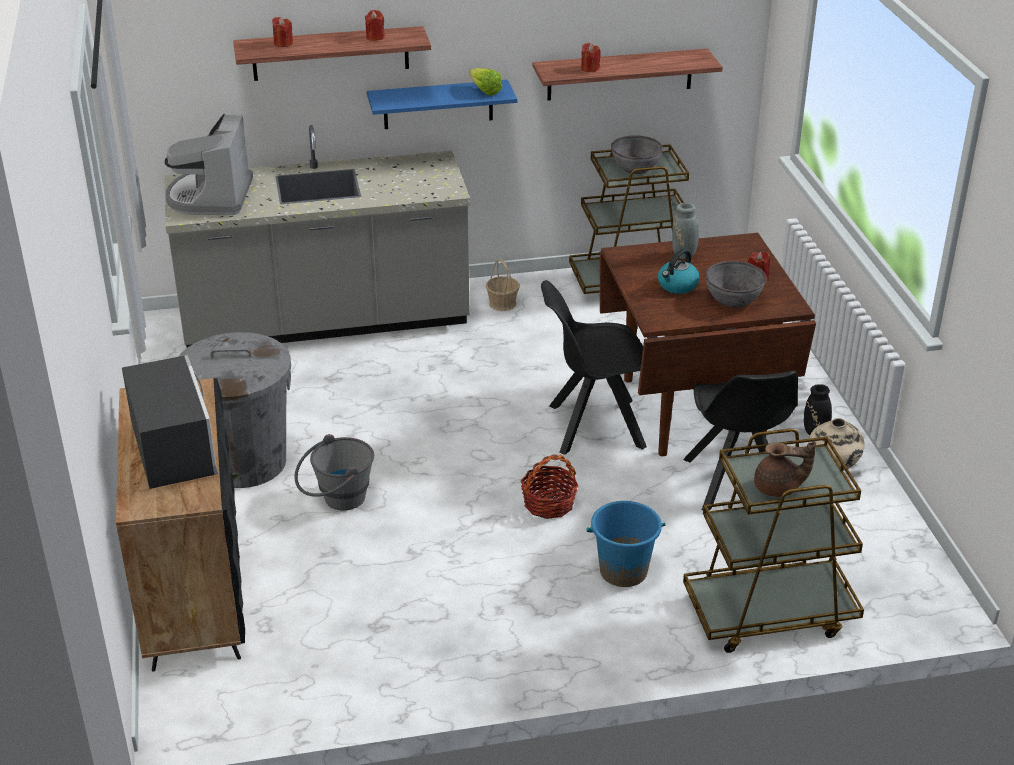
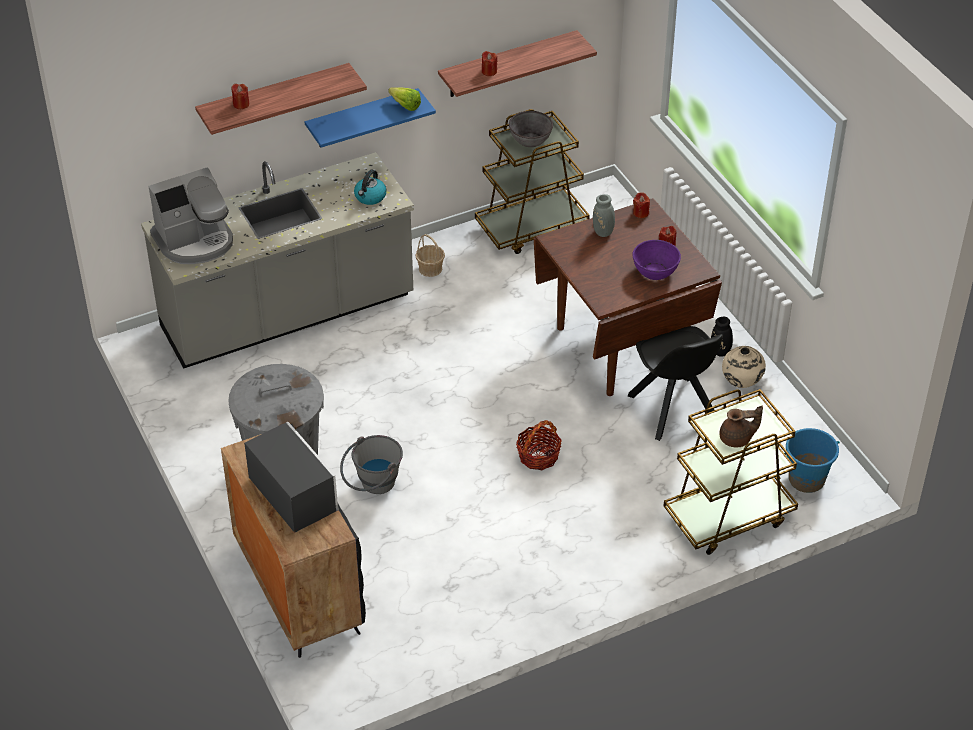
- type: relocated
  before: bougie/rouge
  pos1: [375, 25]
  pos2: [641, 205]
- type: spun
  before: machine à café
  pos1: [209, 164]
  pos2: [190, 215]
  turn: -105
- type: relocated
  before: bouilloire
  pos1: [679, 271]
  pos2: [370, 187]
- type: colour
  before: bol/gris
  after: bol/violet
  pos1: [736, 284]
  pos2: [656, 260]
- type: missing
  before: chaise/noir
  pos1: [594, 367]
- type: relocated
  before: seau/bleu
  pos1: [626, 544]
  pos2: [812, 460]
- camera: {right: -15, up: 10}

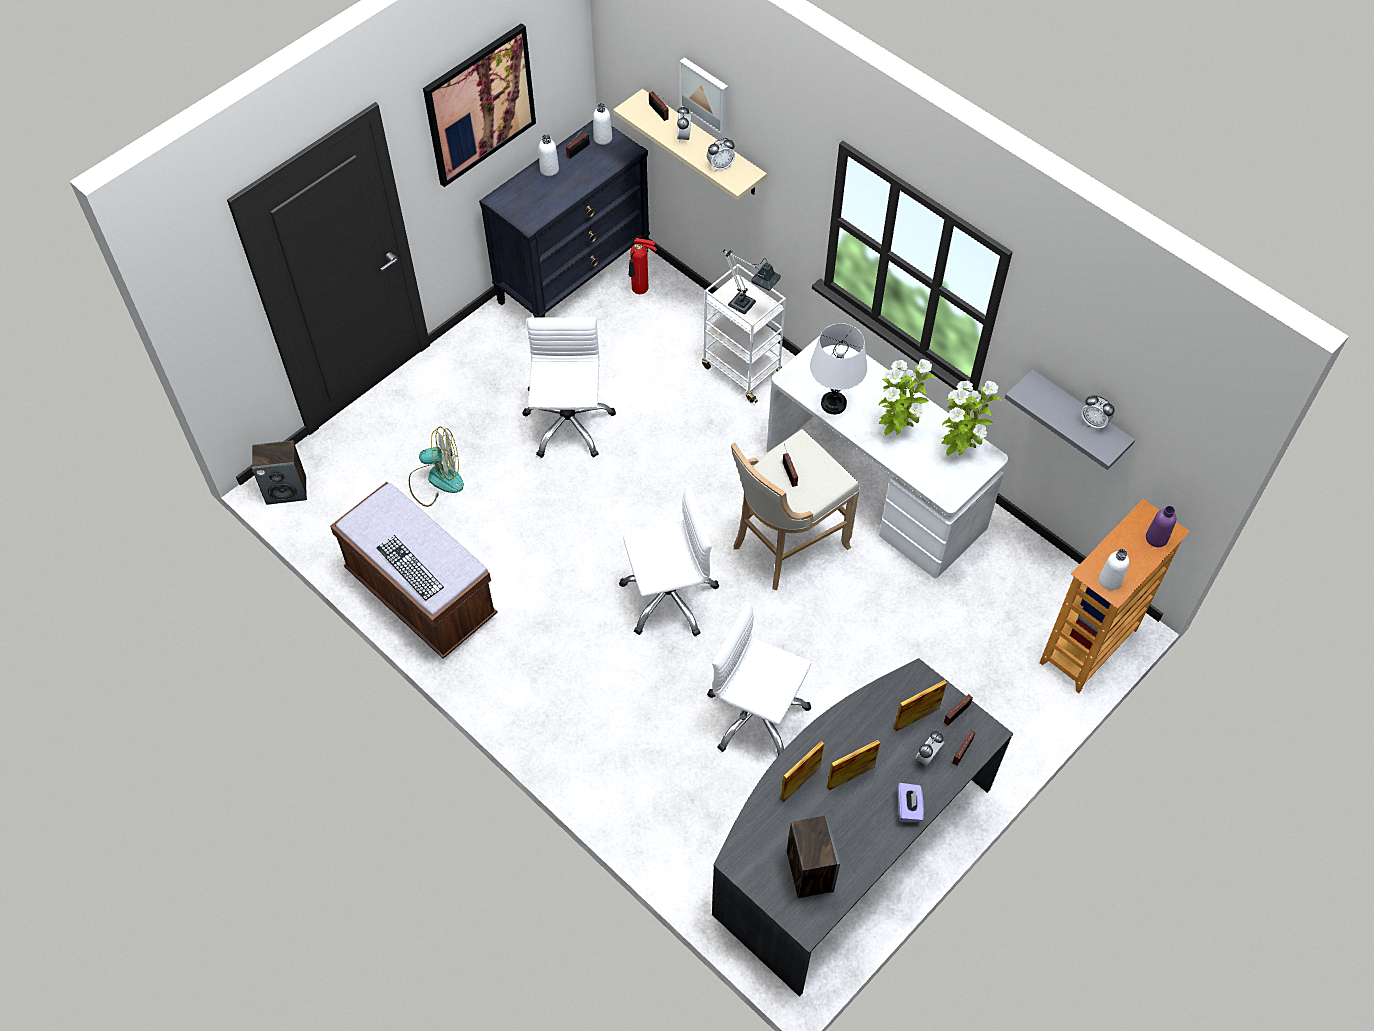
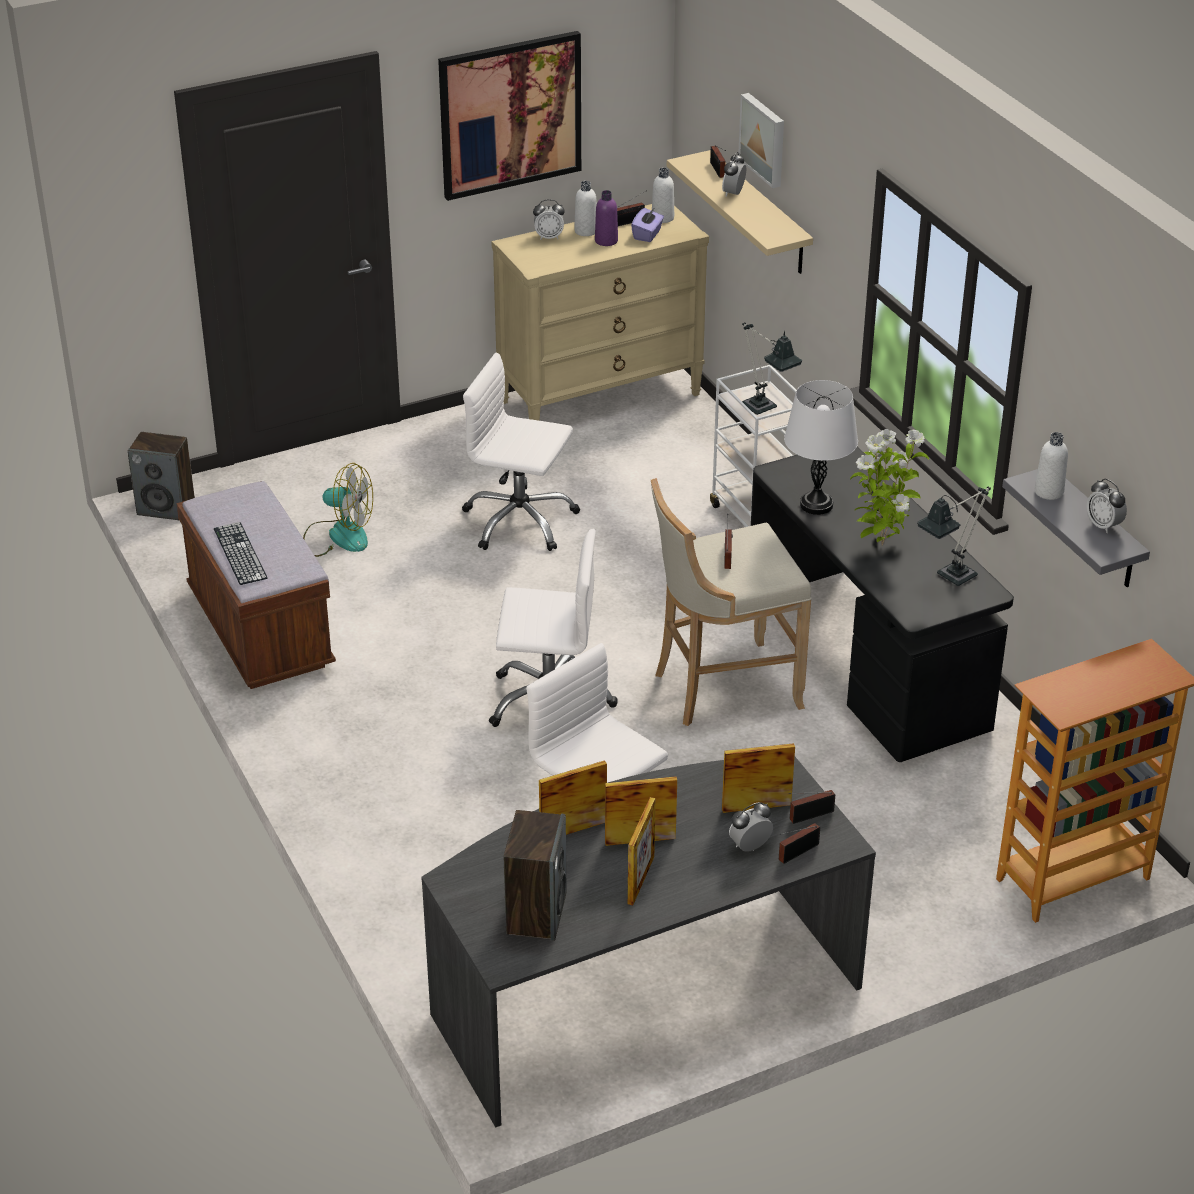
- type: colour
  before: commode/noir
  after: commode/beige
  pos1: [564, 218]
  pos2: [600, 312]
- type: relocated
  before: réveil
  pos1: [721, 155]
  pos2: [549, 219]
- type: missing
  before: extincteur
  pos1: [642, 266]
- type: spun
  before: chaise de bureau/blanc
  pos1: [569, 387]
  pos2: [521, 452]
  turn: -90
- type: colour
  before: bureau/blanc
  after: bureau/noir
  pos1: [887, 457]
  pos2: [882, 604]
- type: exchanged
  before: plante en pot
  after: lampe de table
  pos1: [971, 418]
  pos2: [954, 536]
- type: relocated
  before: bouteille/violet
  pos1: [1161, 526]
  pos2: [606, 218]
- type: relocated
  before: bouteille/blanc
  pos1: [1114, 569]
  pos2: [1051, 466]
- type: relocated
  before: boîte à mouchoirs/violet
  pos1: [911, 802]
  pos2: [647, 224]
- type: appeared
  after: cadre photo
  pos2: [641, 851]
- camera: {right: 20, up: -20}

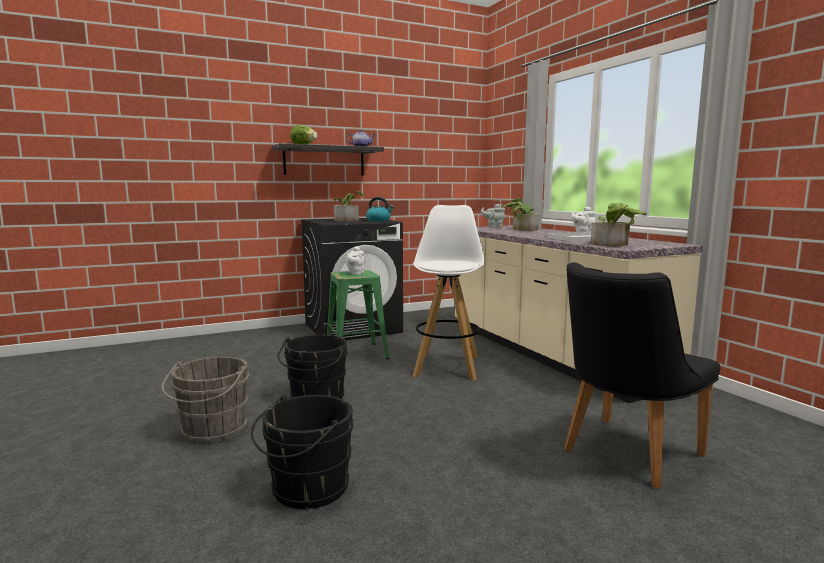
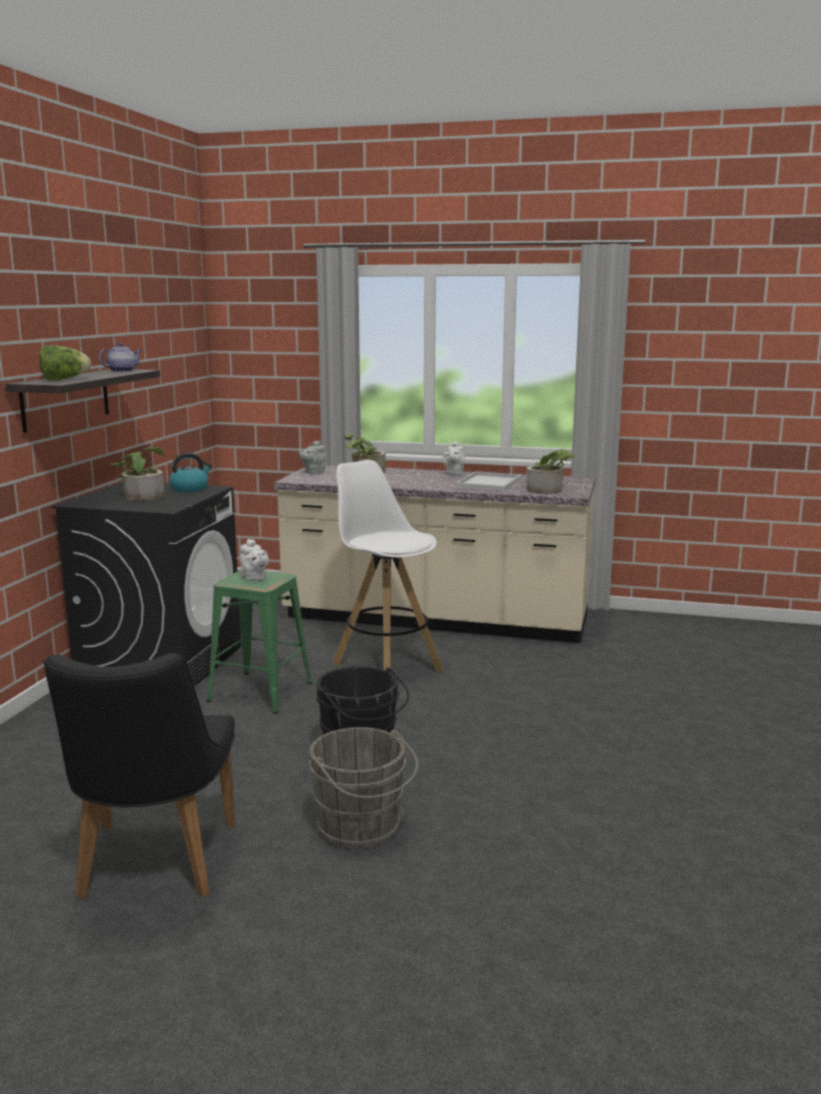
- type: relocated
  before: chaise/noir
  pos1: [642, 375]
  pos2: [139, 776]
- type: missing
  before: seau/noir
  pos1: [302, 452]
- camera: {right: -50, up: 5}

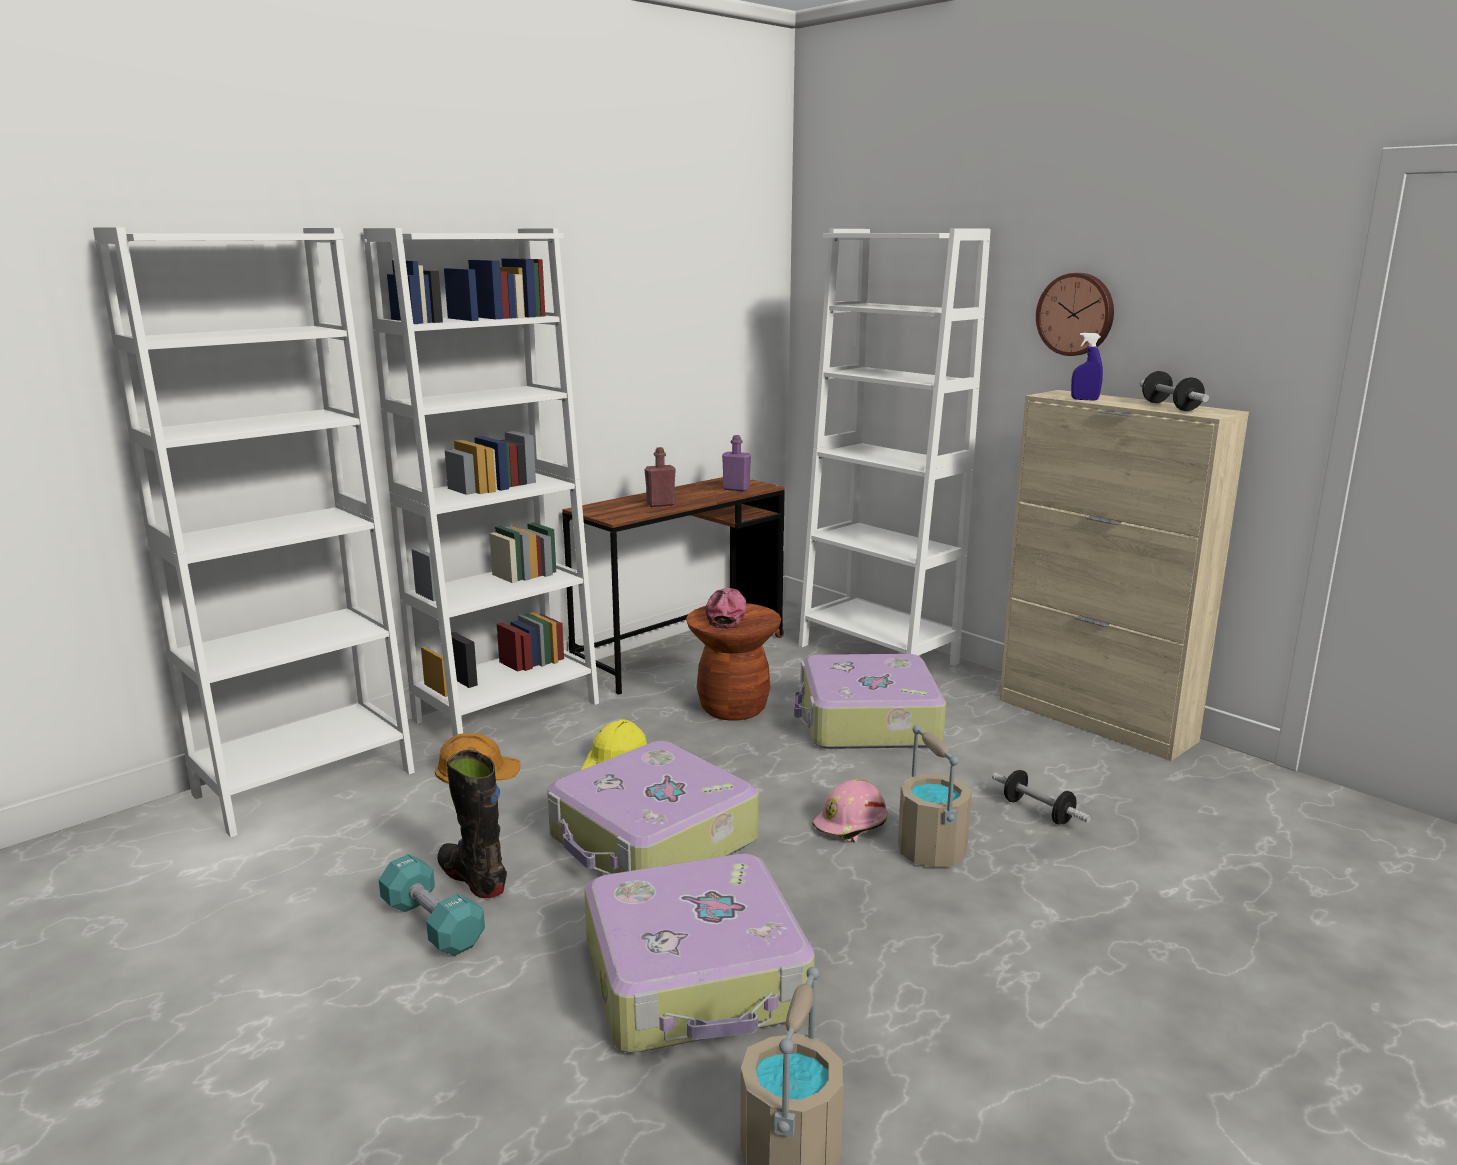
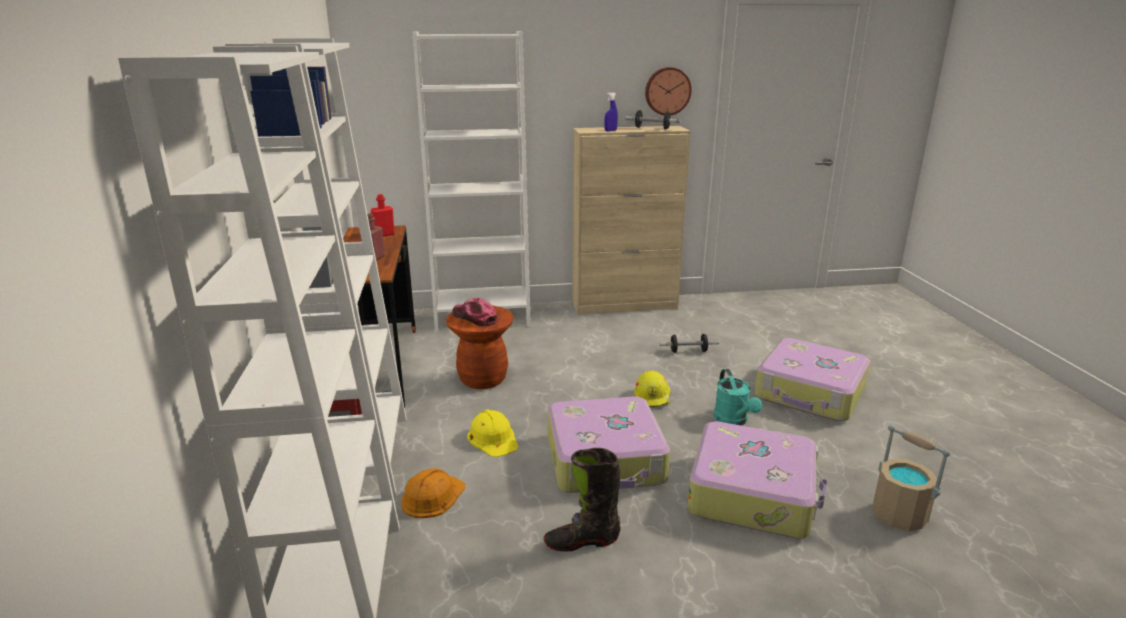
- type: relocated
  before: horloge murale
  pos1: [1075, 314]
  pos2: [668, 91]
- type: colour
  before: bouteille/violet
  after: bouteille/rouge
  pos1: [736, 463]
  pos2: [382, 215]
- type: relocated
  before: valise
  pos1: [870, 701]
  pos2: [812, 379]
- type: missing
  before: seau/beige
  pos1: [935, 796]
- type: colour
  before: casque de chantier/rose
  after: casque de chantier/jaune
  pos1: [850, 811]
  pos2: [652, 389]
- type: missing
  before: haltère/turquoise
  pos1: [432, 905]
- type: appeared
  after: arrosoir/turquoise
  pos2: [738, 397]
- camera: {right: -55, up: 5}

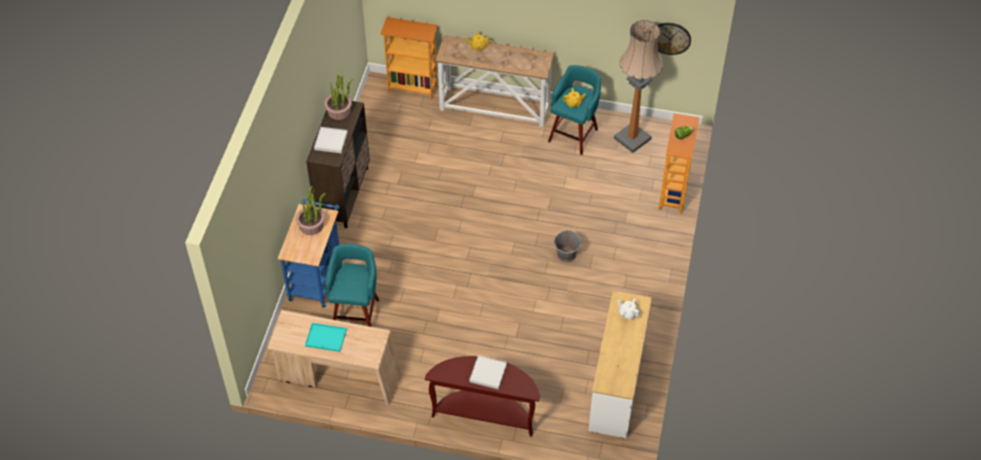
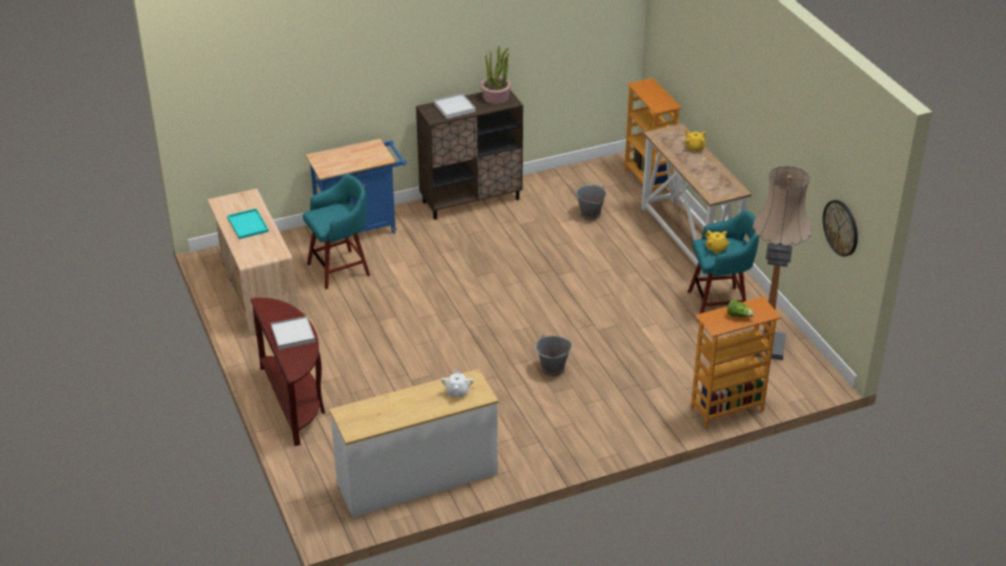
- type: missing
  before: plante en pot
  pos1: [311, 210]
- type: appeared
  after: seau/gris
  pos2: [590, 202]
- camera: {right: 55, up: -15}

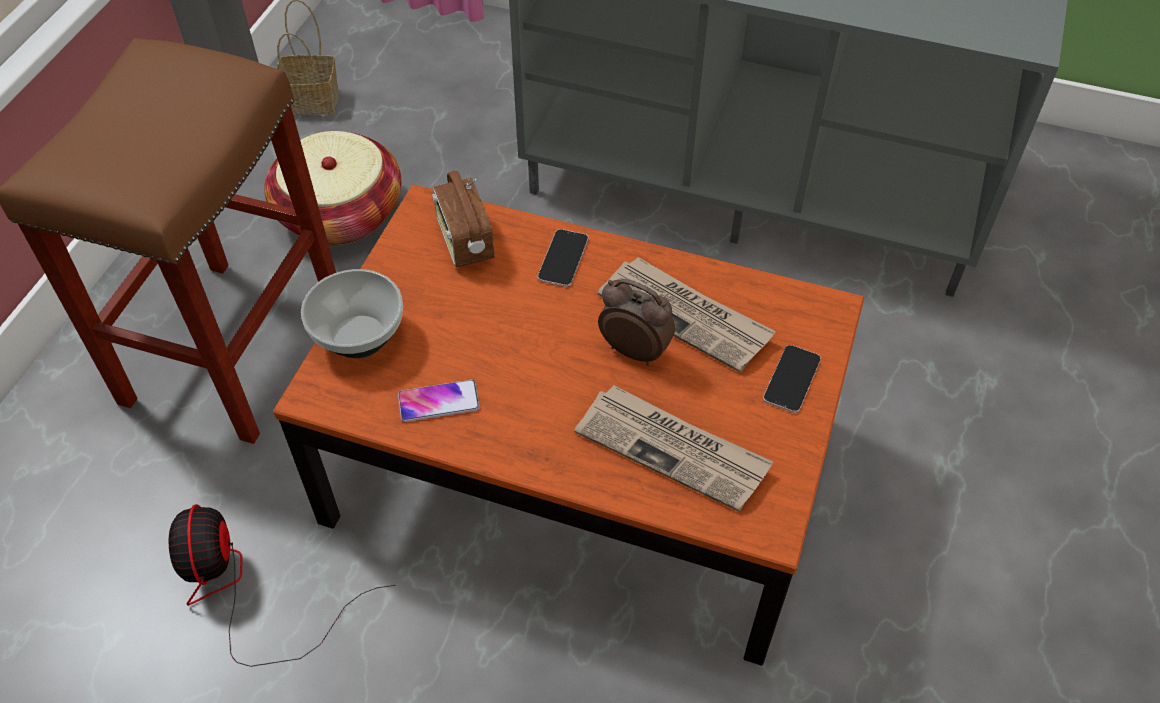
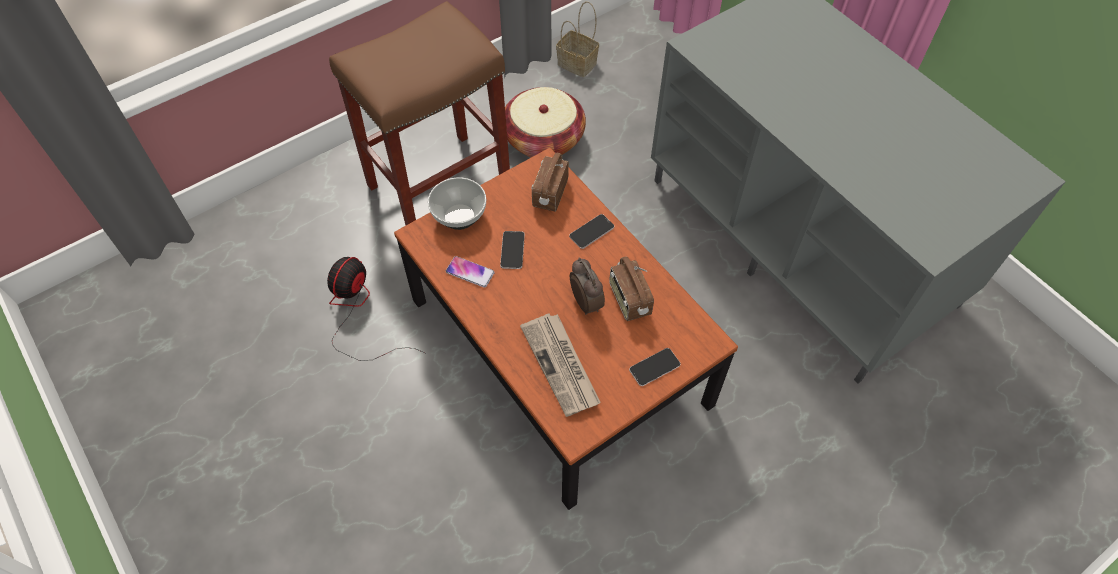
- type: exchanged
  before: journal
  after: radio
  pos1: [687, 314]
  pos2: [631, 289]
- type: appeared
  after: téléphone
  pos2: [512, 250]
- camera: {right: 35, up: 5}

